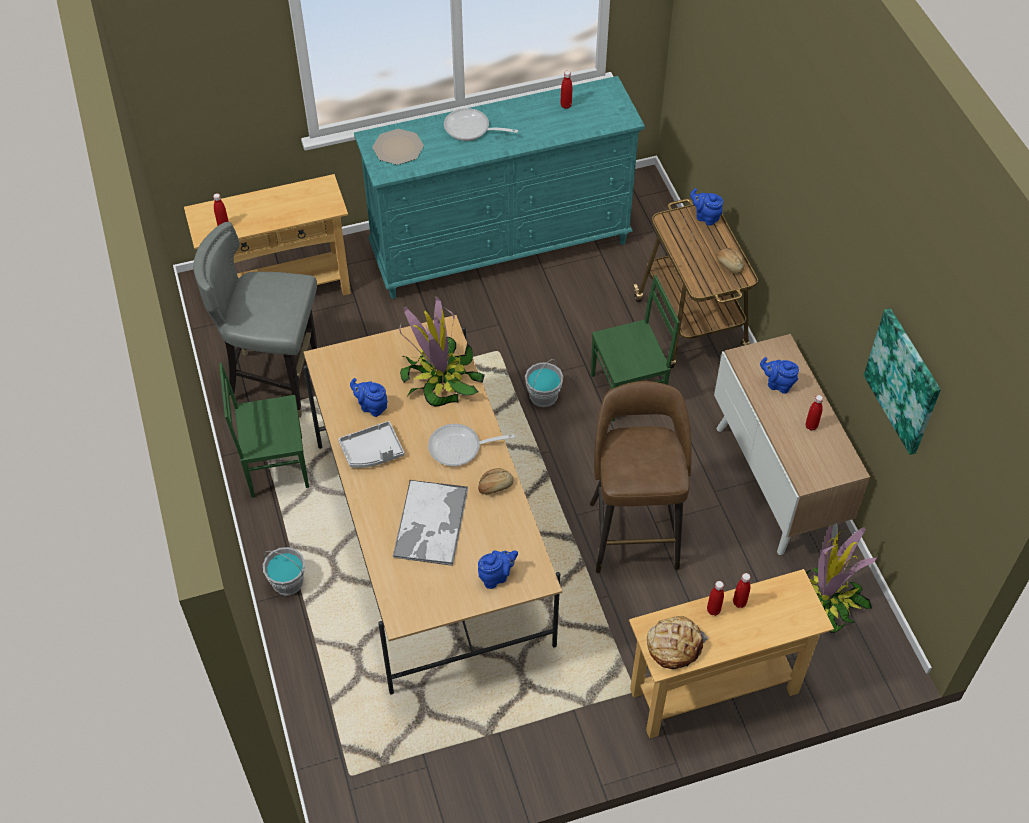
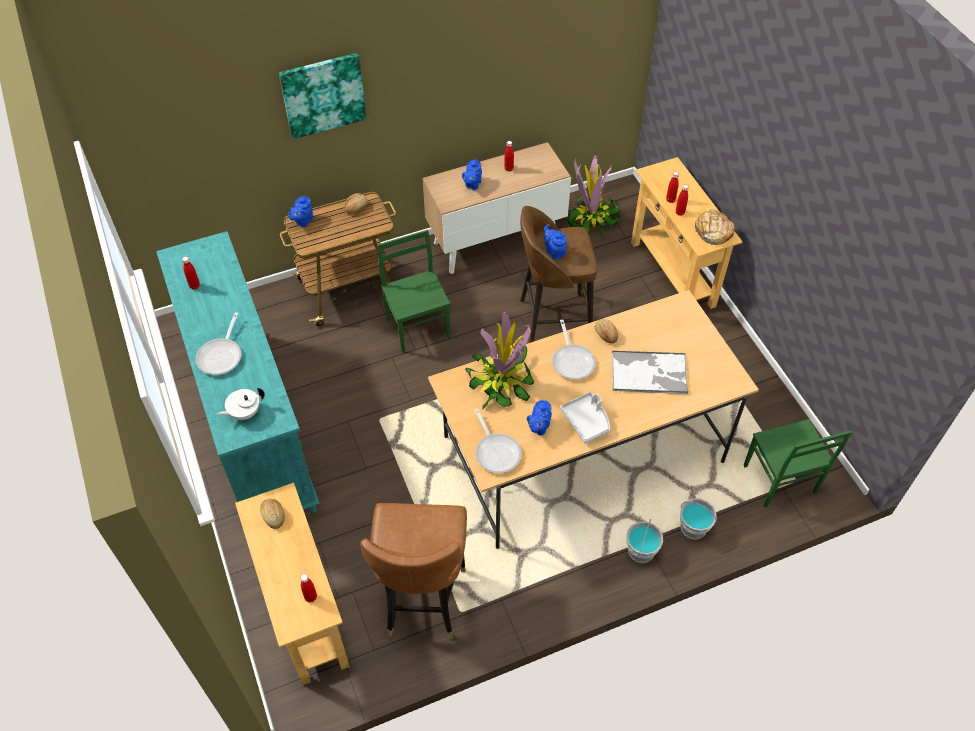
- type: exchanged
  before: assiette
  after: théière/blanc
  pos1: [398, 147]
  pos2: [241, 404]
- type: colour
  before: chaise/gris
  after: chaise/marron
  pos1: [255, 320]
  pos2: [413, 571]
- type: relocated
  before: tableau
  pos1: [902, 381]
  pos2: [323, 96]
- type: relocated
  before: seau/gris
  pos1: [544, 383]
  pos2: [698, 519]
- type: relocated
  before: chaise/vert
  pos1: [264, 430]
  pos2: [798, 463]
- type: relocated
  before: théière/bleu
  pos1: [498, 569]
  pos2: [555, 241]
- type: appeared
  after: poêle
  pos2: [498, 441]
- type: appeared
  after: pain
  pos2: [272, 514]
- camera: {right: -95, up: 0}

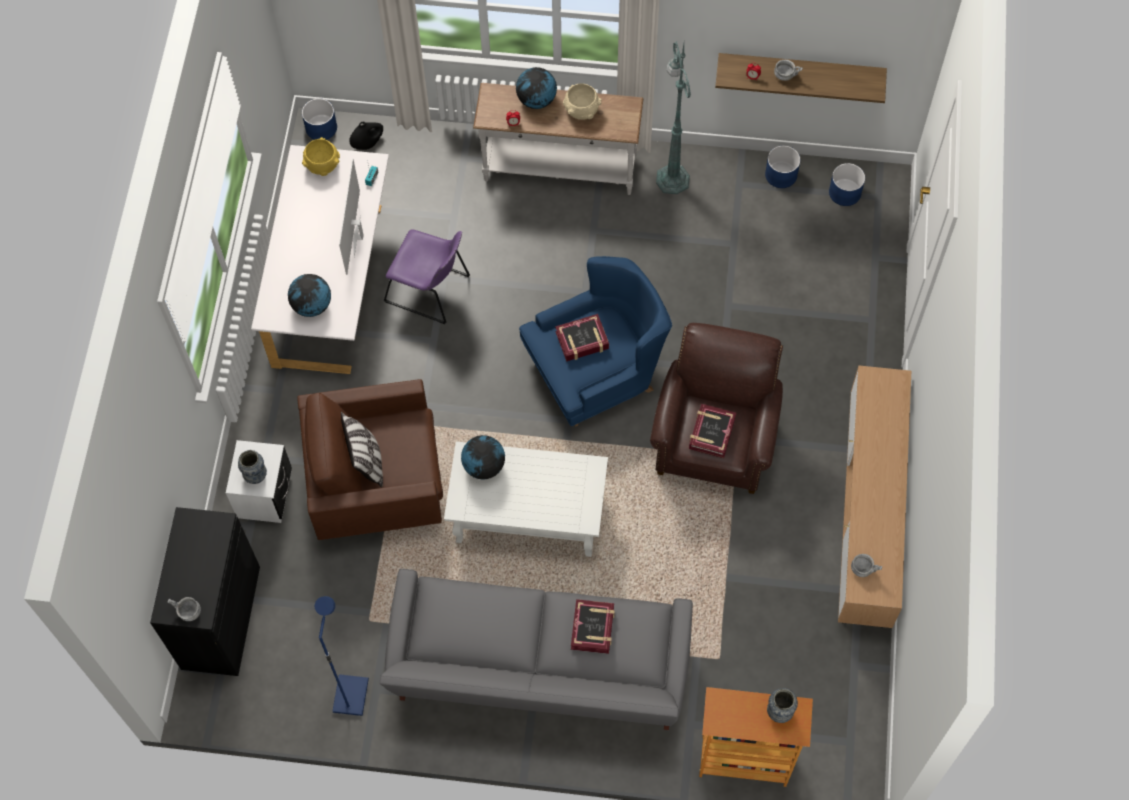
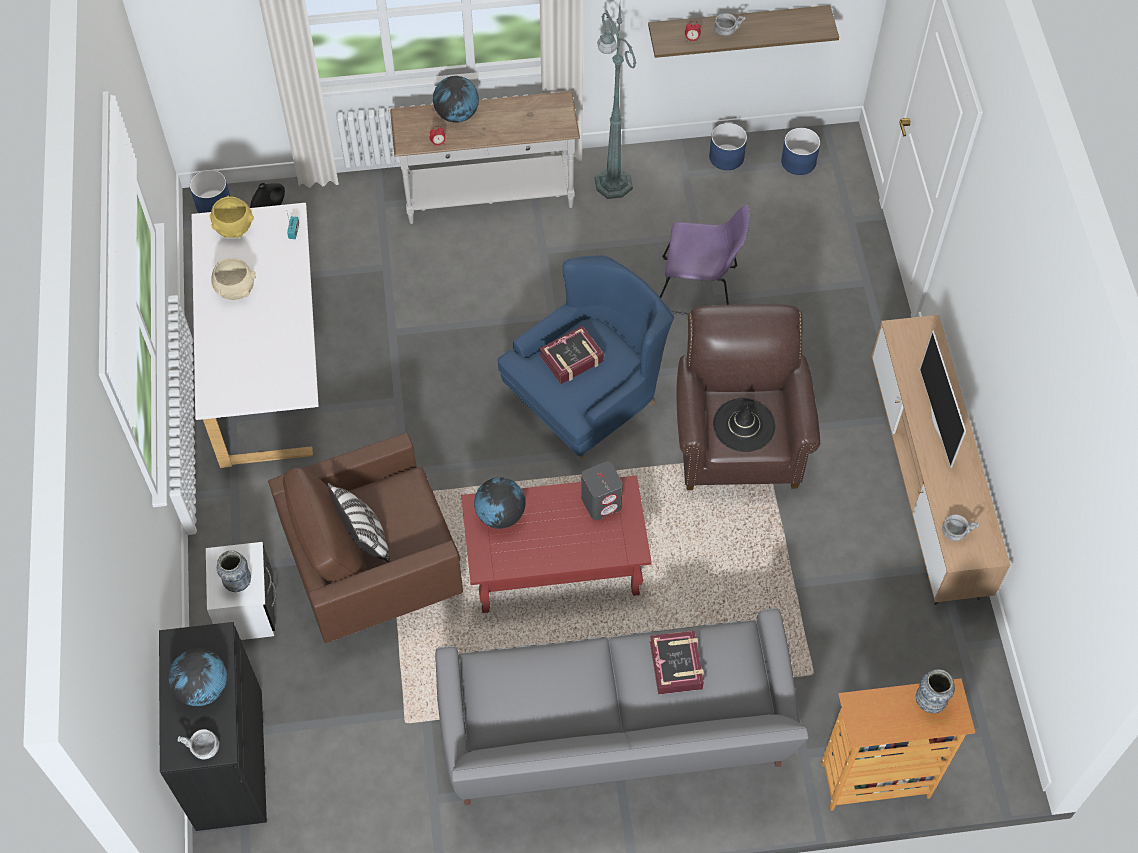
- type: relocated
  before: bol/beige
  pos1: [582, 101]
  pos2: [233, 279]
- type: relocated
  before: téléviseur
  pos1: [351, 216]
  pos2: [943, 399]
- type: relocated
  before: chaise/violet
  pos1: [427, 277]
  pos2: [704, 260]
- type: relocated
  before: globe
  pos1: [309, 295]
  pos2: [197, 677]
- type: exchanged
  before: livre
  after: chapeau/noir
  pos1: [712, 431]
  pos2: [744, 425]
- type: colour
  before: table basse/blanc
  after: table basse/rouge
  pos1: [526, 499]
  pos2: [556, 544]
- type: missing
  before: lampadaire/bleu
  pos1: [342, 656]
- type: appeared
  after: enceinte/gris
  pos2: [602, 490]
- camera: {right: -15, up: -5}

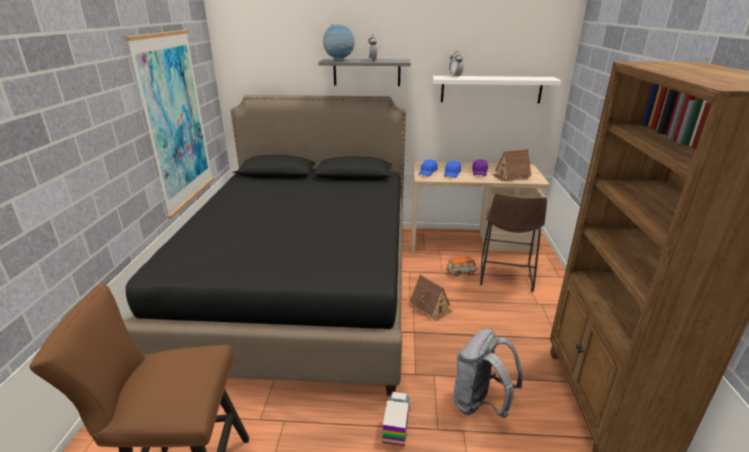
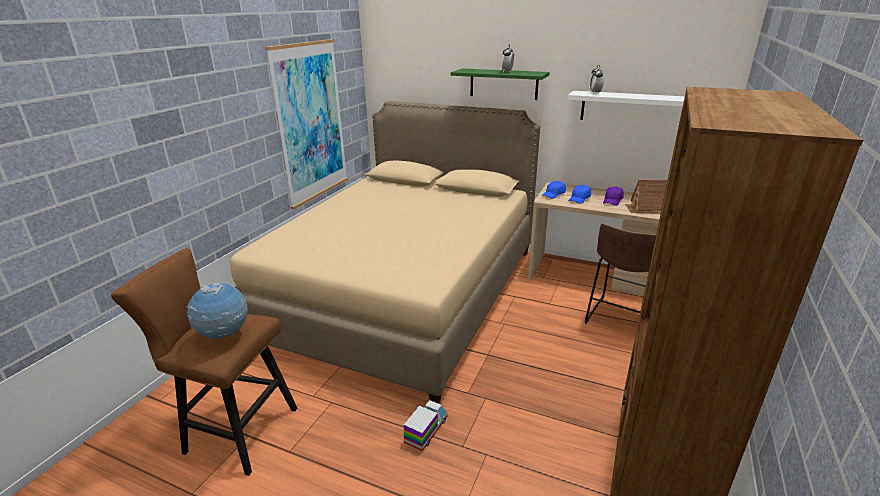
- type: relocated
  before: globe
  pos1: [339, 42]
  pos2: [217, 310]
- type: colour
  before: étagère/gris
  after: étagère/vert
  pos1: [364, 72]
  pos2: [500, 84]
- type: colour
  before: lit/noir
  after: lit/beige
  pos1: [264, 245]
  pos2: [385, 252]
- type: missing
  before: petite voiture
  pos1: [461, 266]
- type: missing
  before: maison miniature
  pos1: [431, 297]
- type: missing
  before: sac à dos/gris
  pos1: [488, 373]
- camera: {right: 20, up: 0}

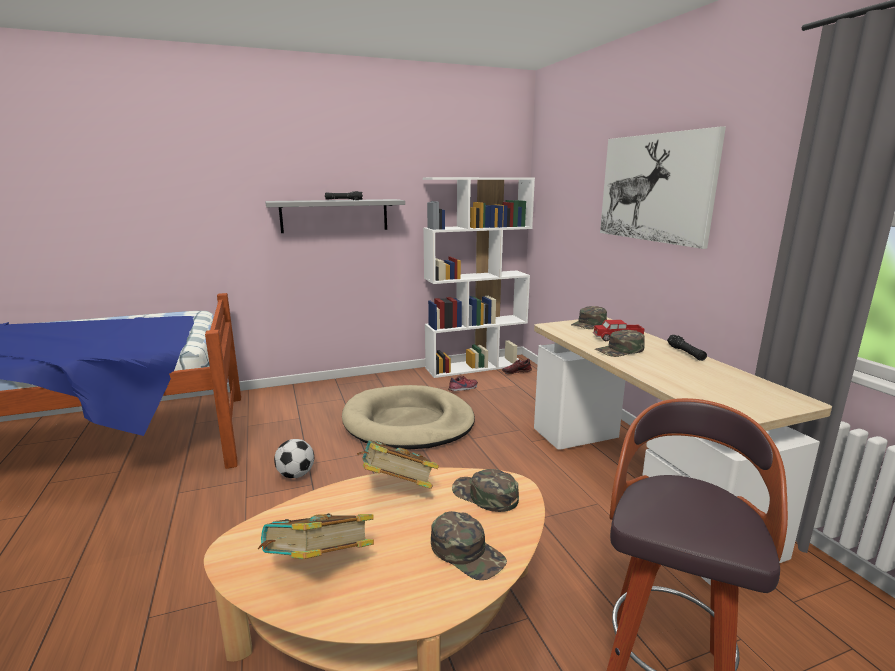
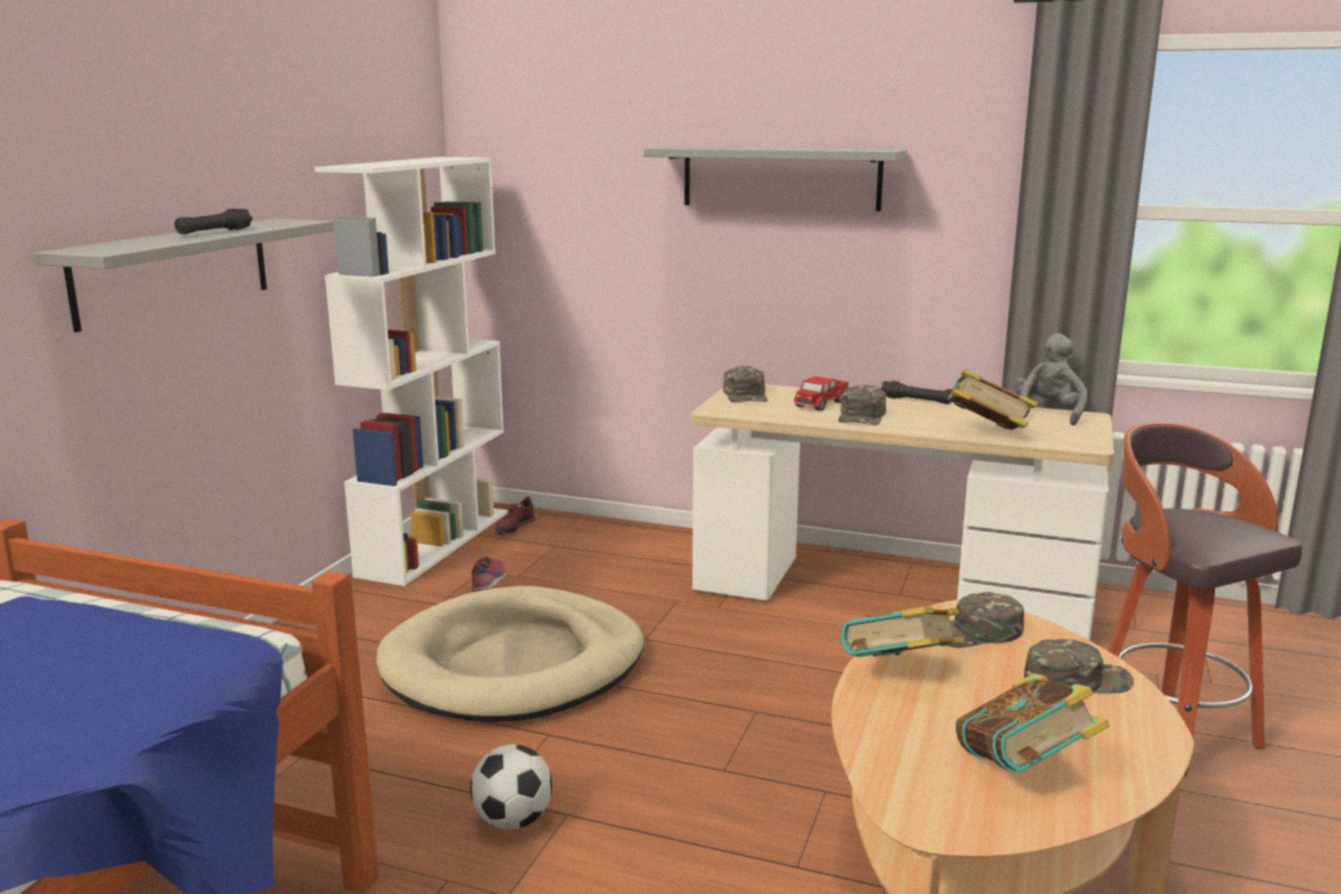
- type: exchanged
  before: tableau
  after: étagère/gris
  pos1: [663, 187]
  pos2: [775, 178]
- type: appeared
  after: peluche/gris
  pos2: [1051, 379]
- type: appeared
  after: livre
  pos2: [990, 399]
- camera: {right: -50, up: 0}

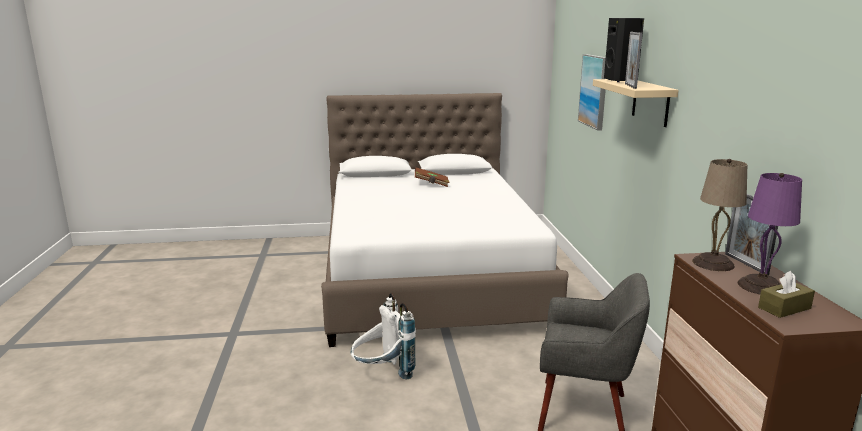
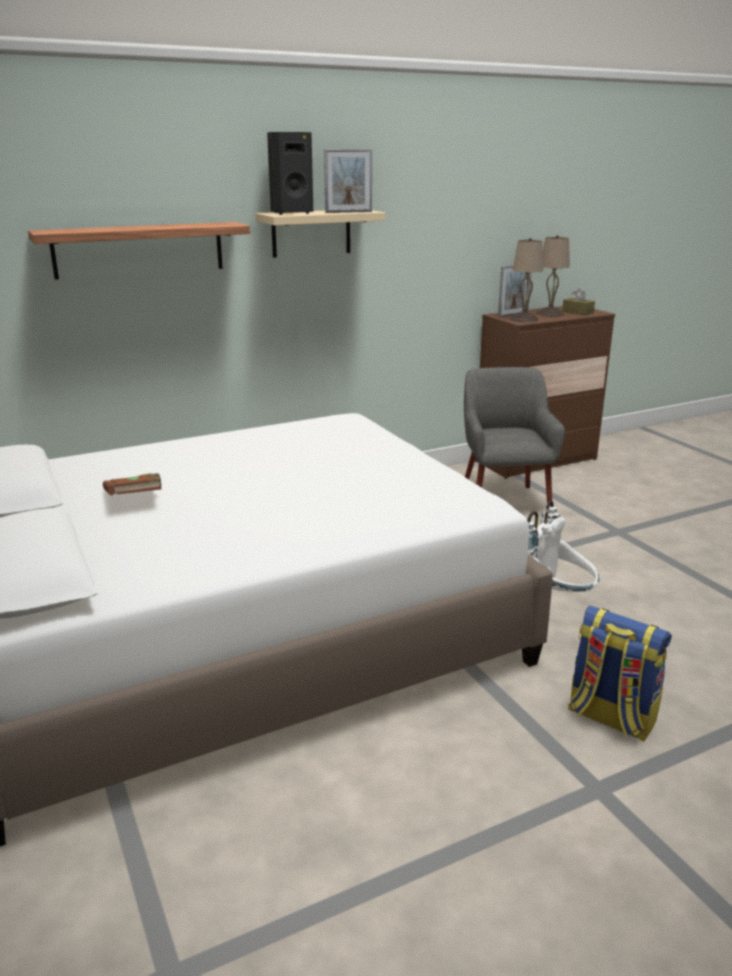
- type: exchanged
  before: tableau
  after: étagère
  pos1: [592, 92]
  pos2: [139, 251]
- type: colour
  before: lampe de table/violet
  after: lampe de table/beige
  pos1: [770, 233]
  pos2: [553, 276]
- type: appeared
  after: sac à dos
  pos2: [620, 673]
- camera: {right: -110, up: 5}

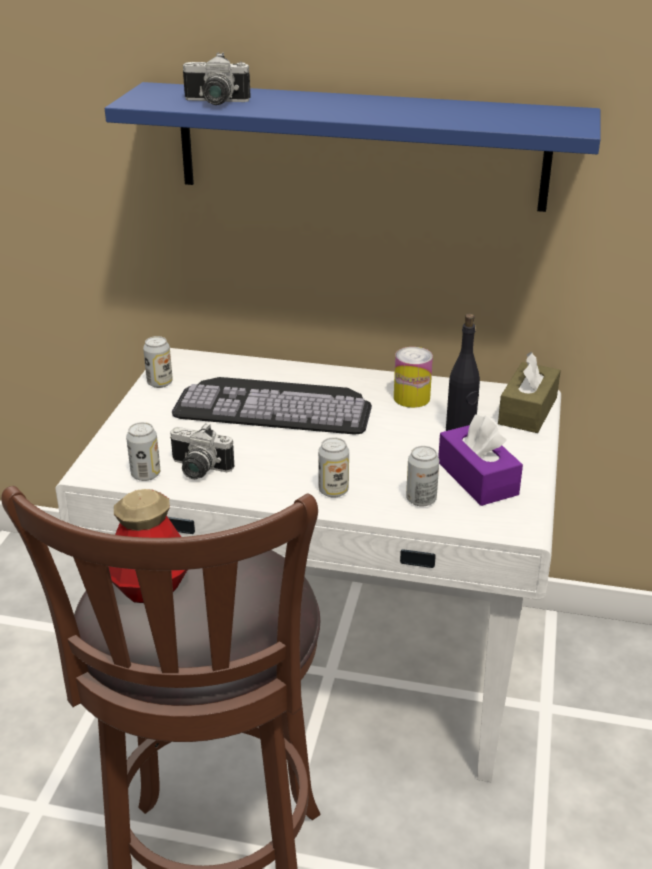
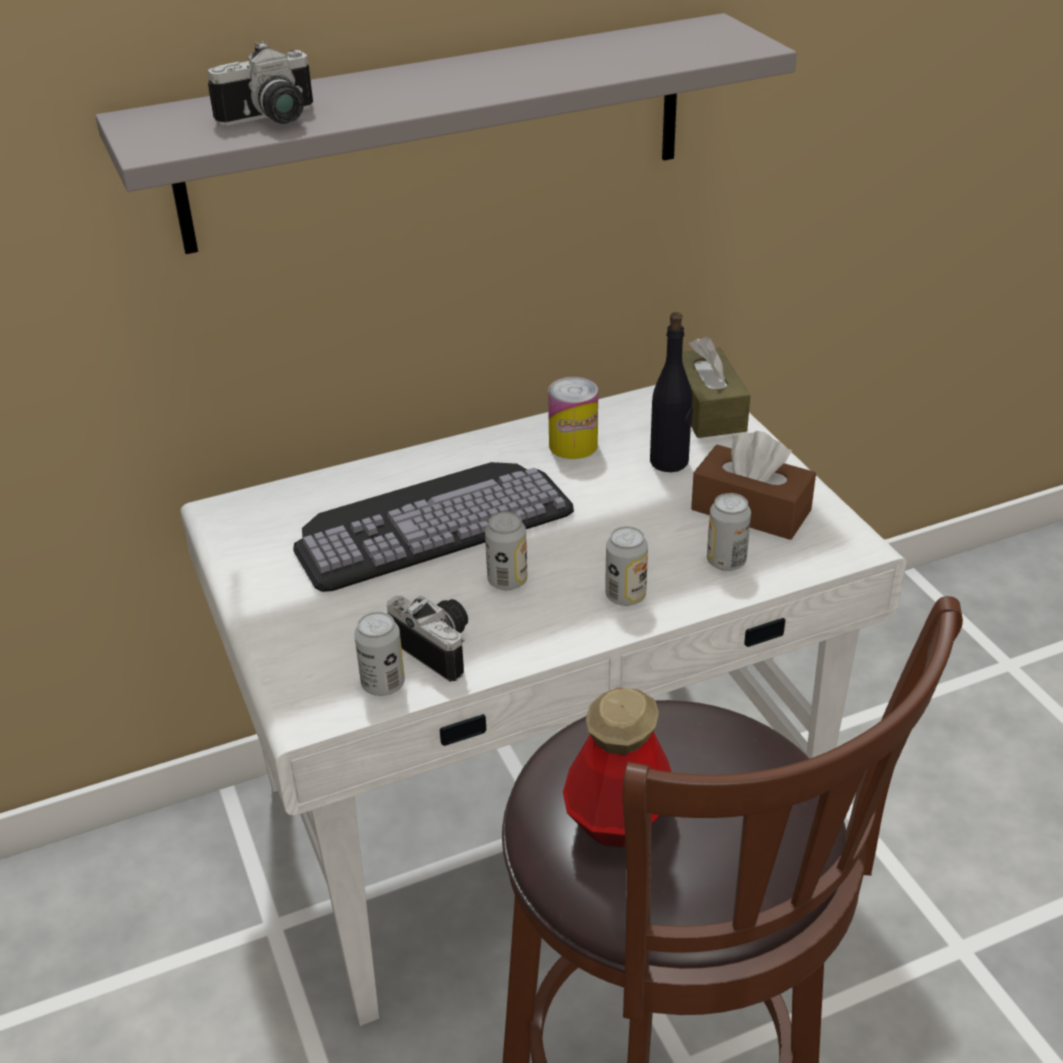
- type: colour
  before: étagère/bleu
  after: étagère/gris
  pos1: [352, 147]
  pos2: [446, 133]
- type: relocated
  before: boîte métallique
  pos1: [158, 362]
  pos2: [506, 551]
- type: colour
  before: boîte à mouchoirs/violet
  after: boîte à mouchoirs/marron
  pos1: [480, 460]
  pos2: [753, 485]
- type: spun
  before: appareil photo
  pos1: [202, 451]
  pos2: [427, 638]
  turn: -120
- camera: {right: -35, up: 5}

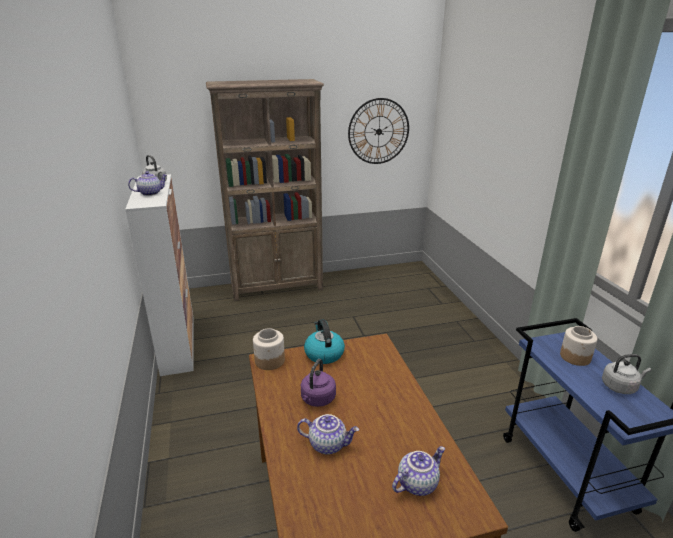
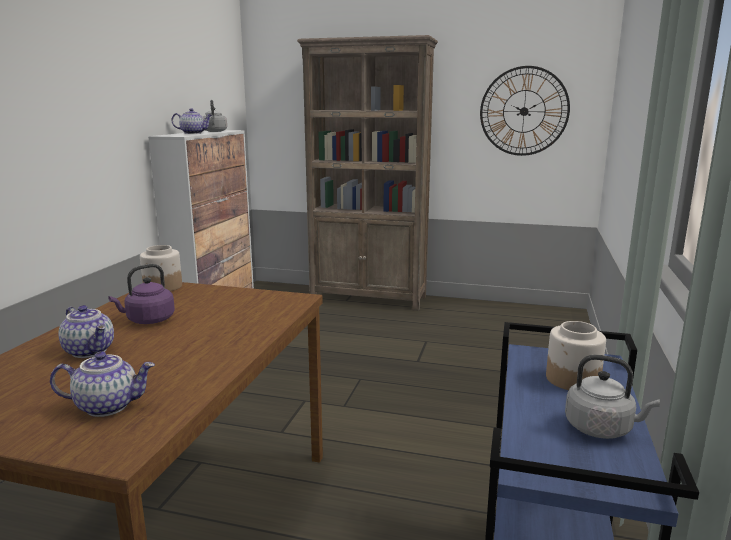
- type: missing
  before: bouilloire
  pos1: [324, 341]
- camera: {right: 30, up: -10}

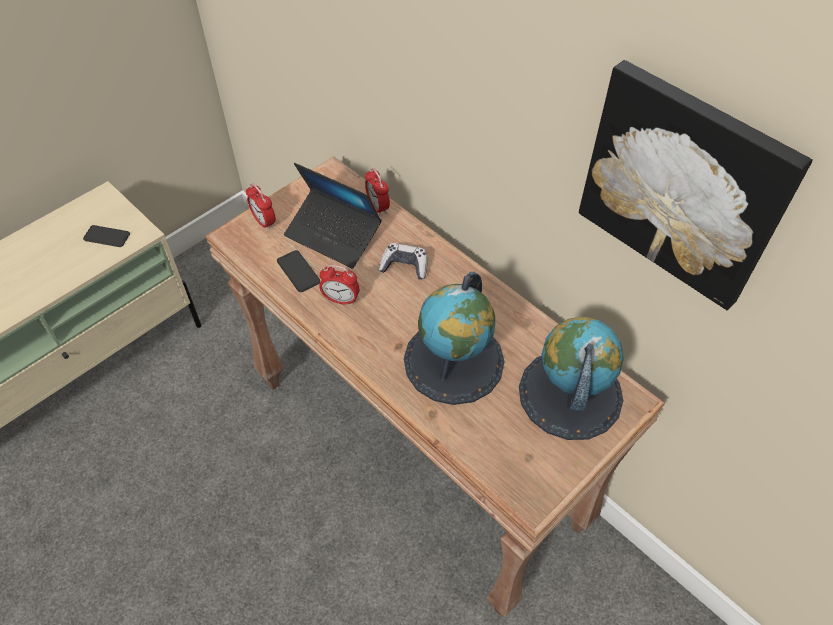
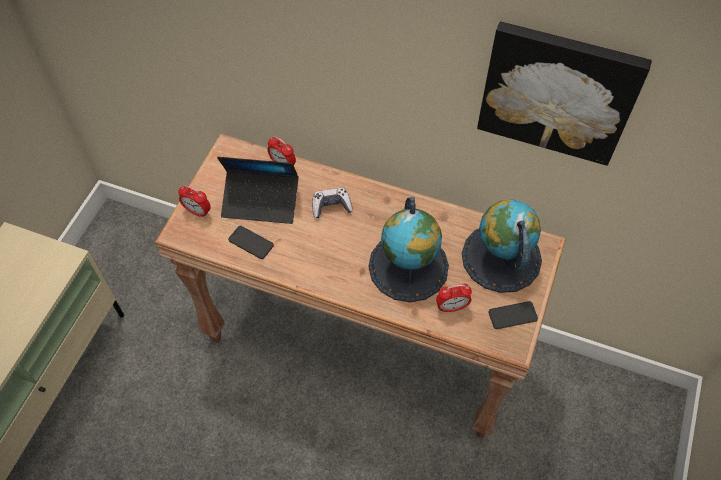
- type: relocated
  before: téléphone
  pos1: [106, 236]
  pos2: [513, 315]
- type: relocated
  before: réveil
  pos1: [339, 285]
  pos2: [454, 298]
- camera: {right: -25, up: 5}

